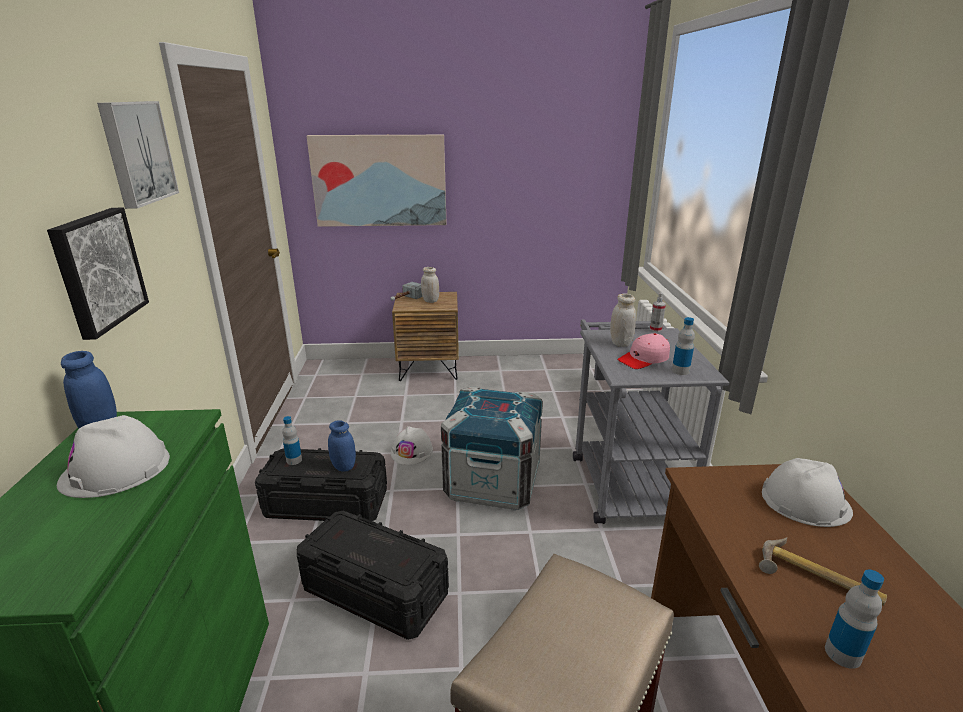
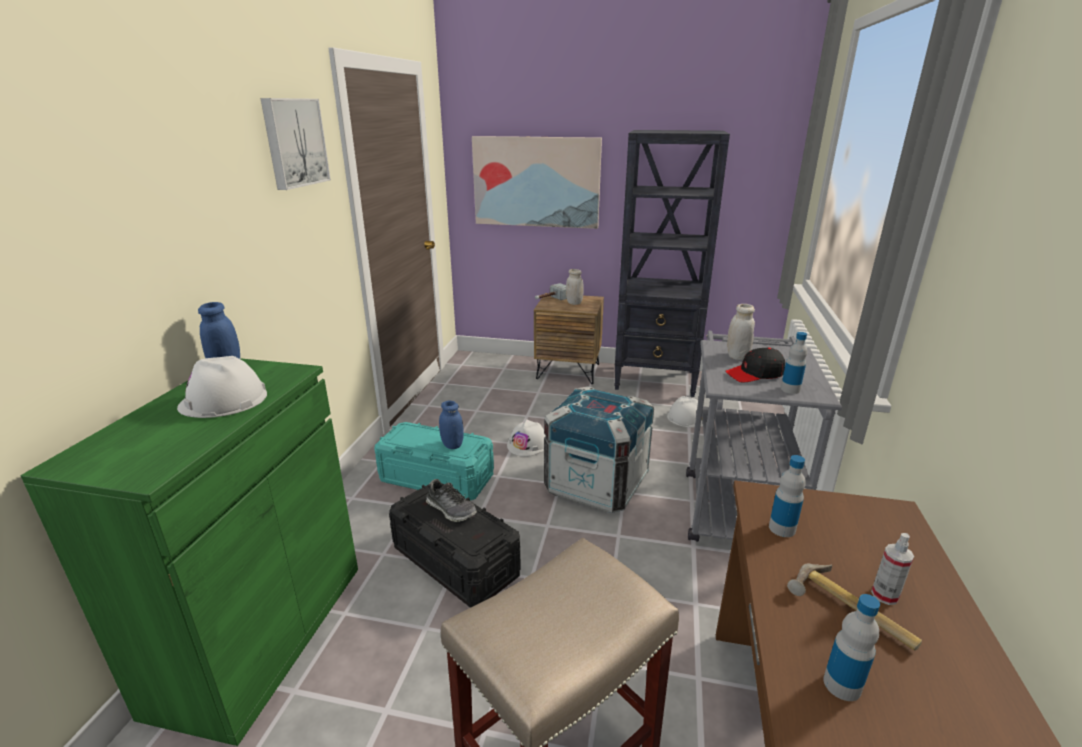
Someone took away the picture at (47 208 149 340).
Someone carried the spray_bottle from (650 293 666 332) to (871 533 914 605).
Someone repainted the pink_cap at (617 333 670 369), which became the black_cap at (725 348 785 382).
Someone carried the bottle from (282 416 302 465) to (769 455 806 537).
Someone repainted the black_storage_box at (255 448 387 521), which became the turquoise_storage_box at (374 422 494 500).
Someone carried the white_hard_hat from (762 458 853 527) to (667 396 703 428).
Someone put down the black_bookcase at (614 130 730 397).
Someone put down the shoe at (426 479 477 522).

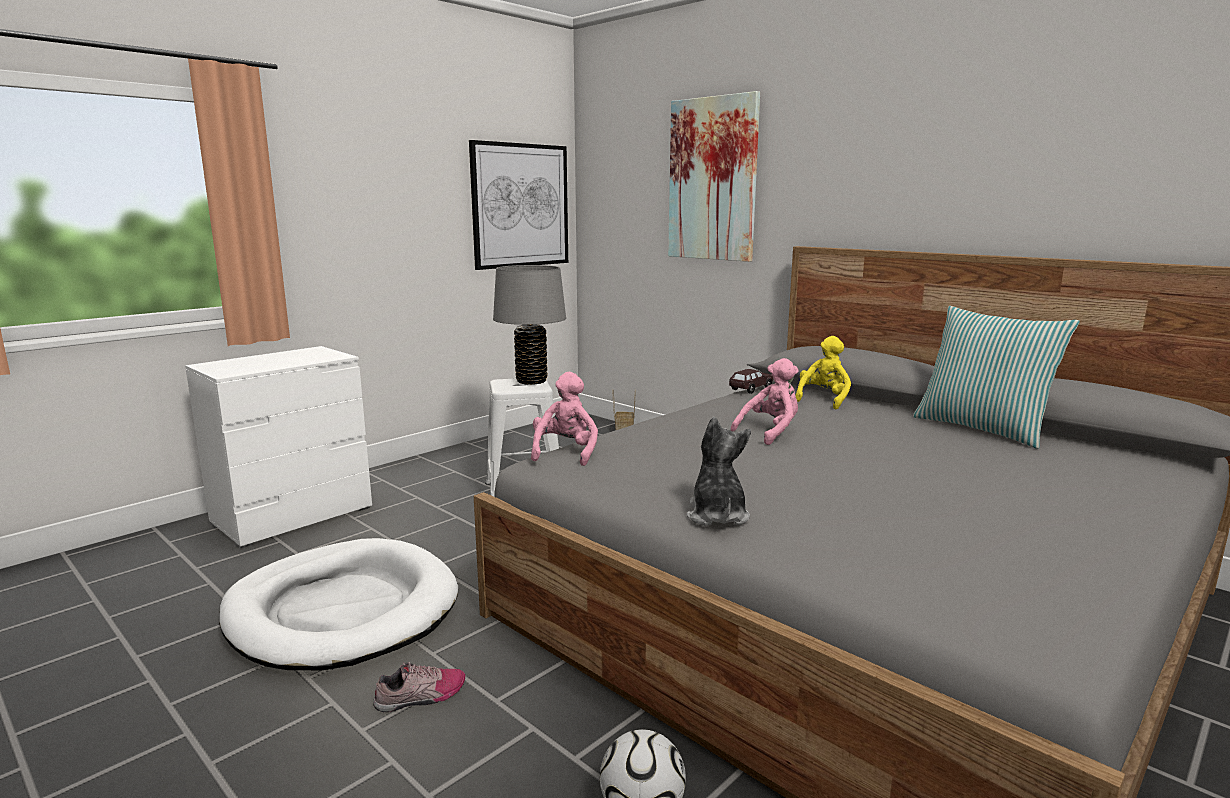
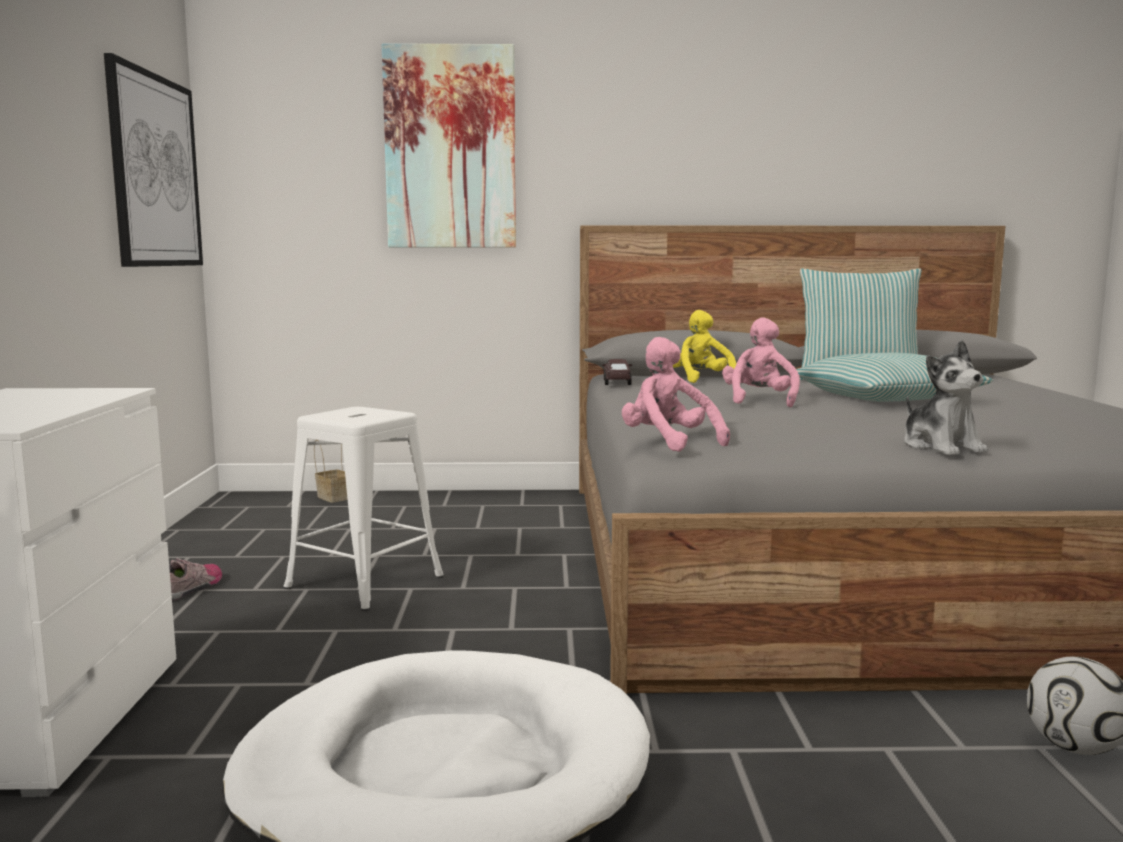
Someone took away the grey_table_lamp at (493 265 566 385).
Someone rotated the plush_toy at (686 417 751 526) by 150 degrees counterclockwise.
Someone carried the shoe from (373 662 465 712) to (169 558 222 601).
Someone put down the pillow at (796 353 993 402).

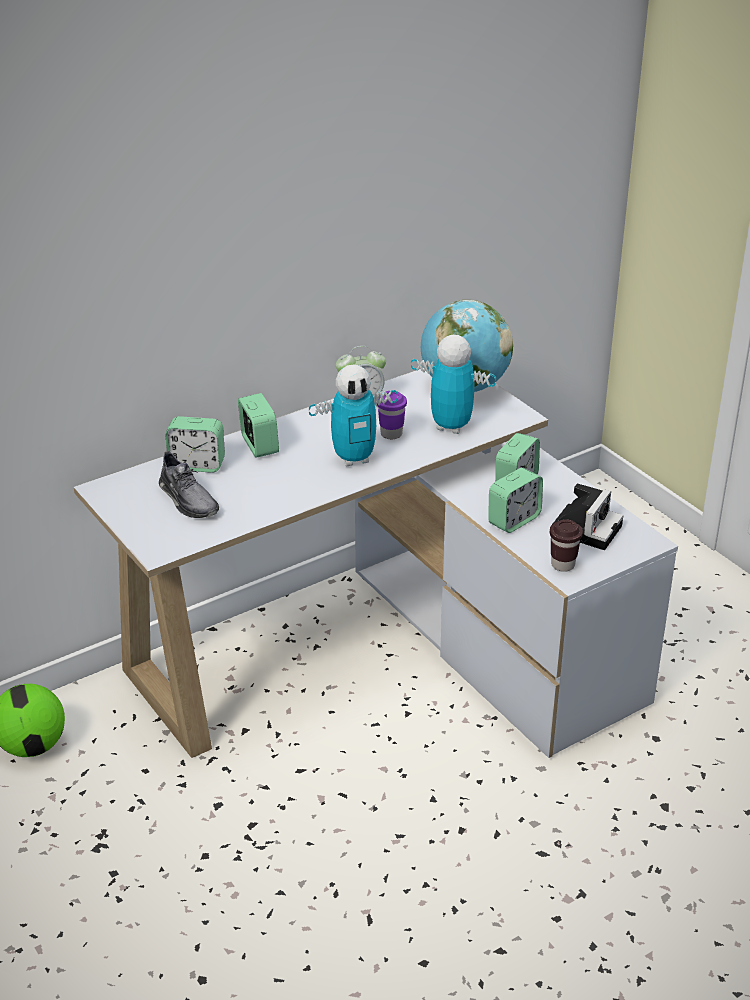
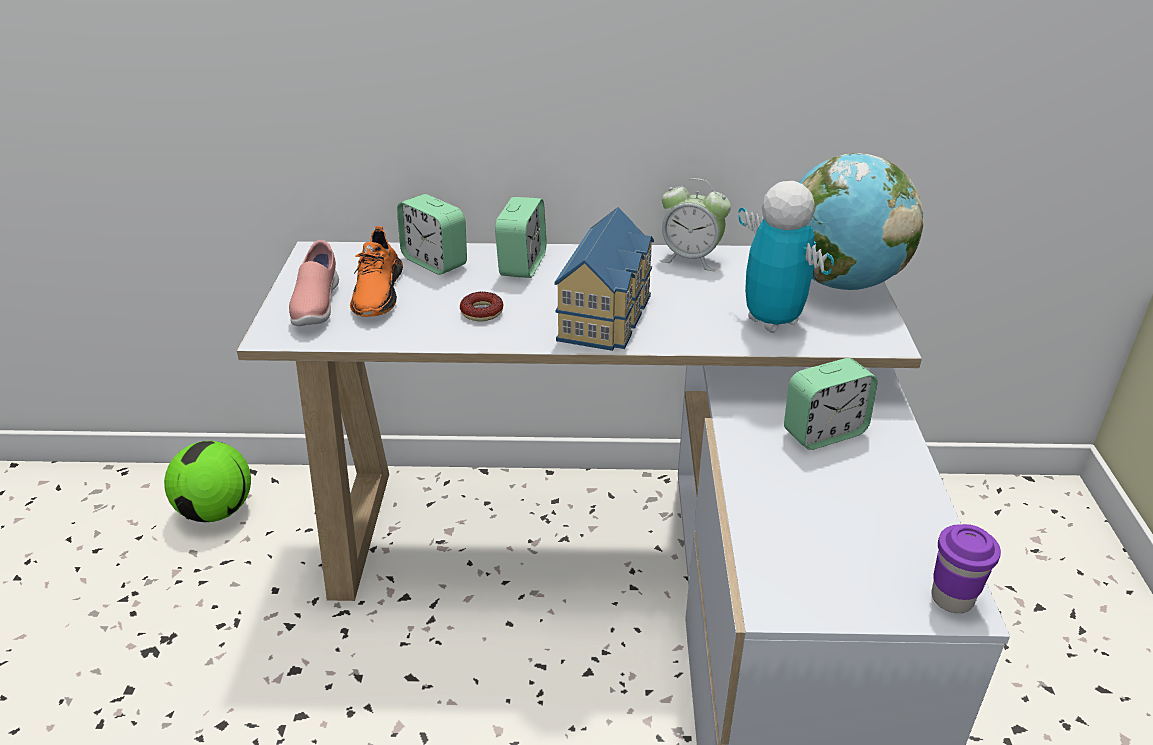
Someone swapped the toy_robot at (309 365 398 466) for the toy_house at (554 207 654 351).
Someone carried the purple_cup from (377 391 407 439) to (932 524 1001 613).
Someone repainted the grey_shoe at (159 451 219 518), which became the orange_shoe at (350 226 403 317).
Someone took away the alarm_clock at (488 468 543 533).
Someone took away the photo_camera at (550 483 623 550).
Someone took away the brown_cup at (550 519 583 572).
Someone put down the pink_shoe at (289 240 339 326).
Someone put down the donut at (460 292 504 321).

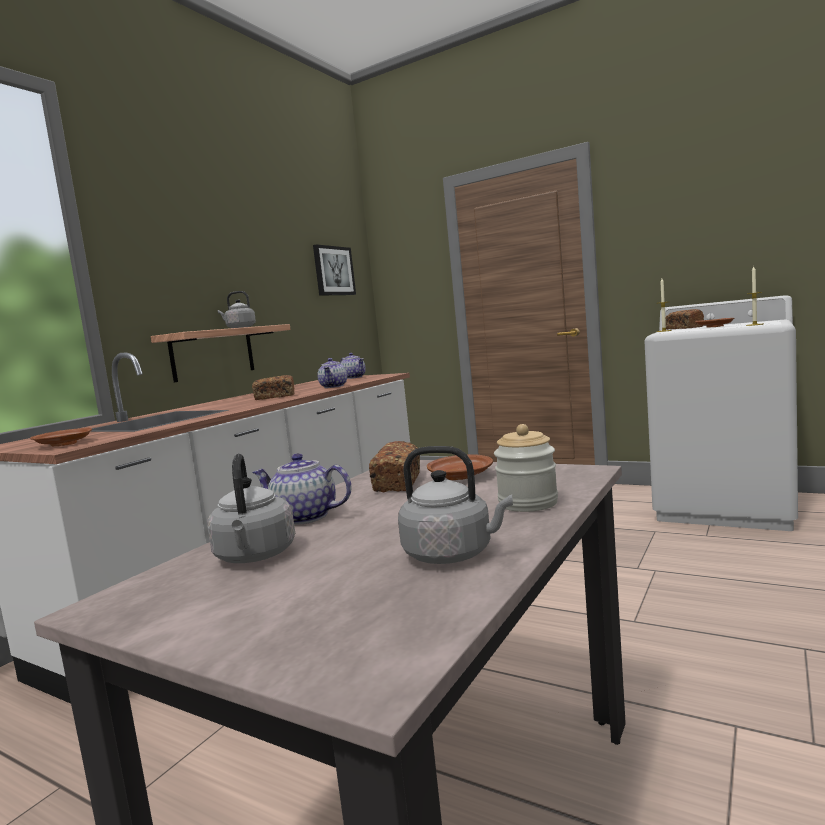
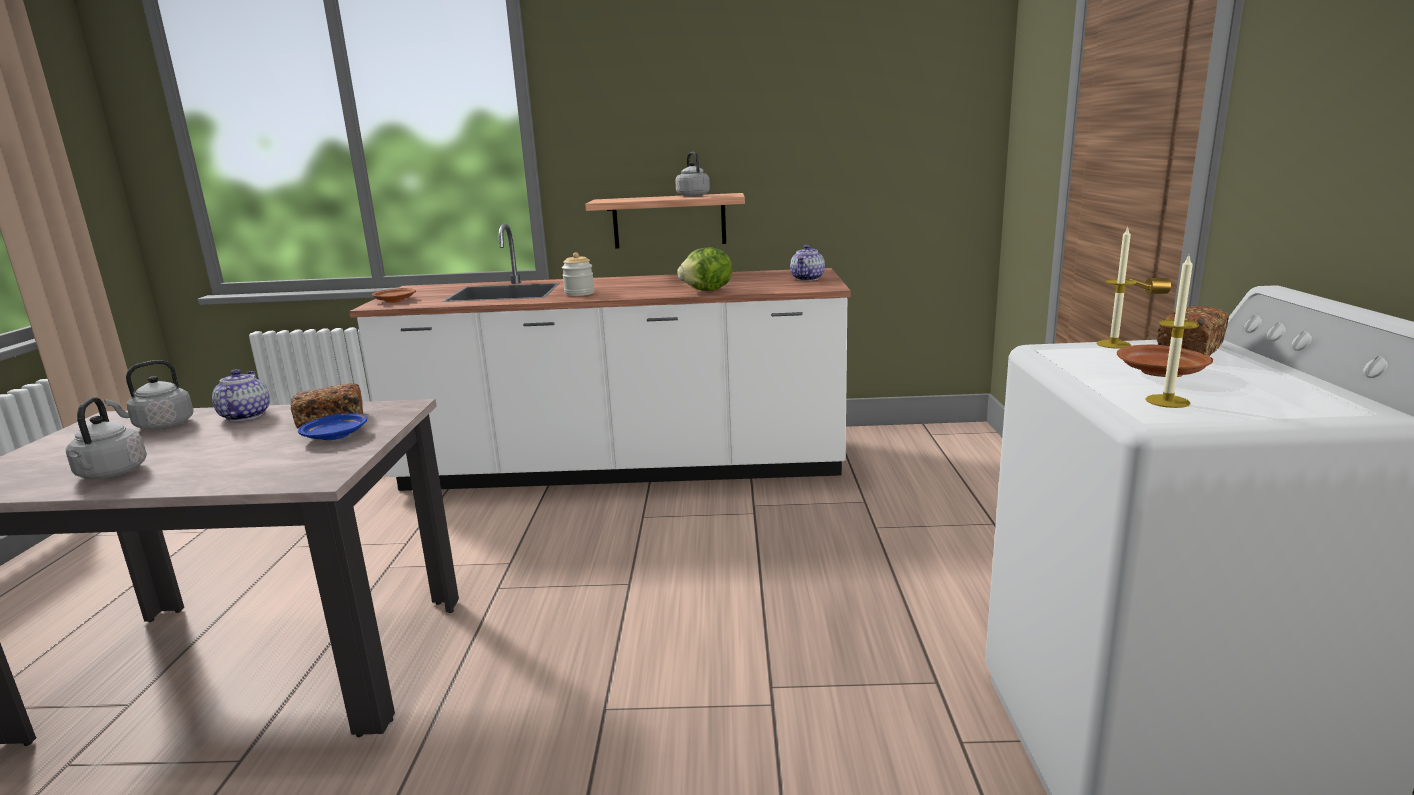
Someone took away the picture at (313 244 356 296).
Someone swapped the teapot at (317 358 347 388) for the lettuce at (677 248 732 291).
Someone took away the bread at (252 375 294 400).
Someone carried the jar from (494 424 558 512) to (562 253 594 296).
Someone repainted the brown_plate at (427 454 493 480), which became the blue_plate at (298 413 367 440).

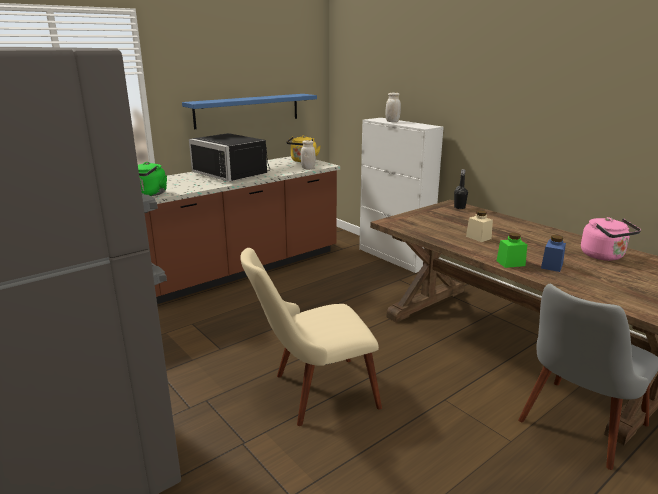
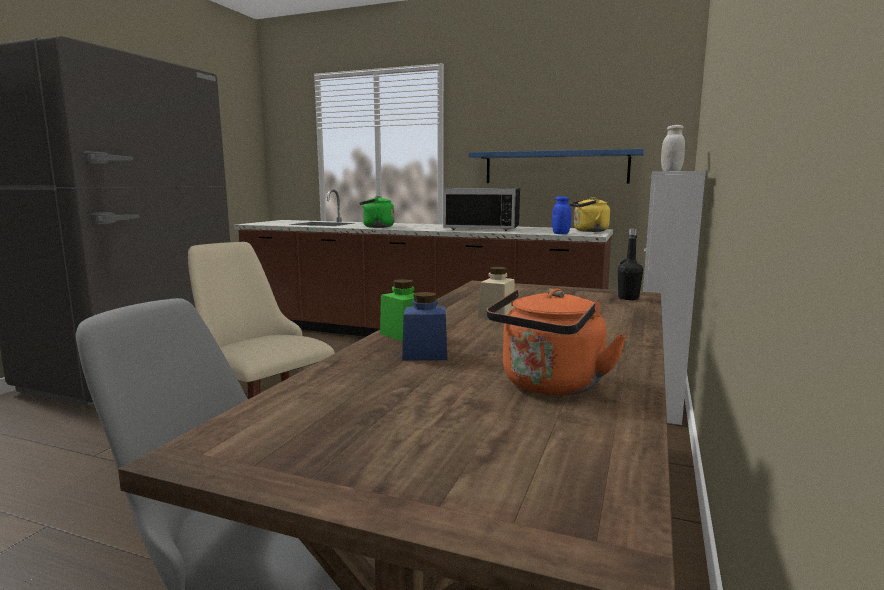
Someone rotated the black_microwave at (189 133 270 181) by 90 degrees counterclockwise.
Someone repainted the white_jar at (301 140 316 169), which became the blue_jar at (552 196 571 234).
Someone repainted the pink_kettle at (581 217 641 261), which became the orange_kettle at (486 288 626 396).

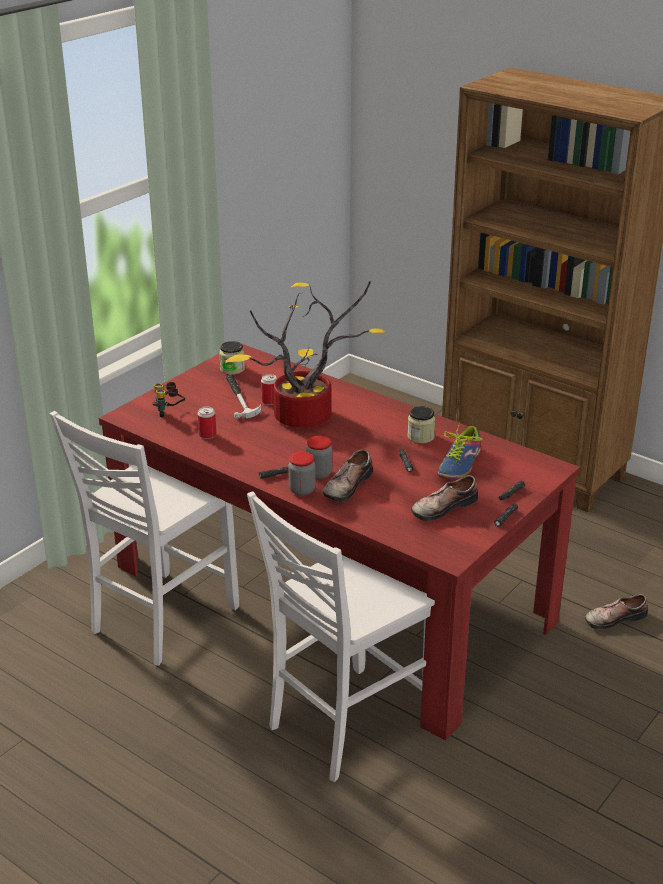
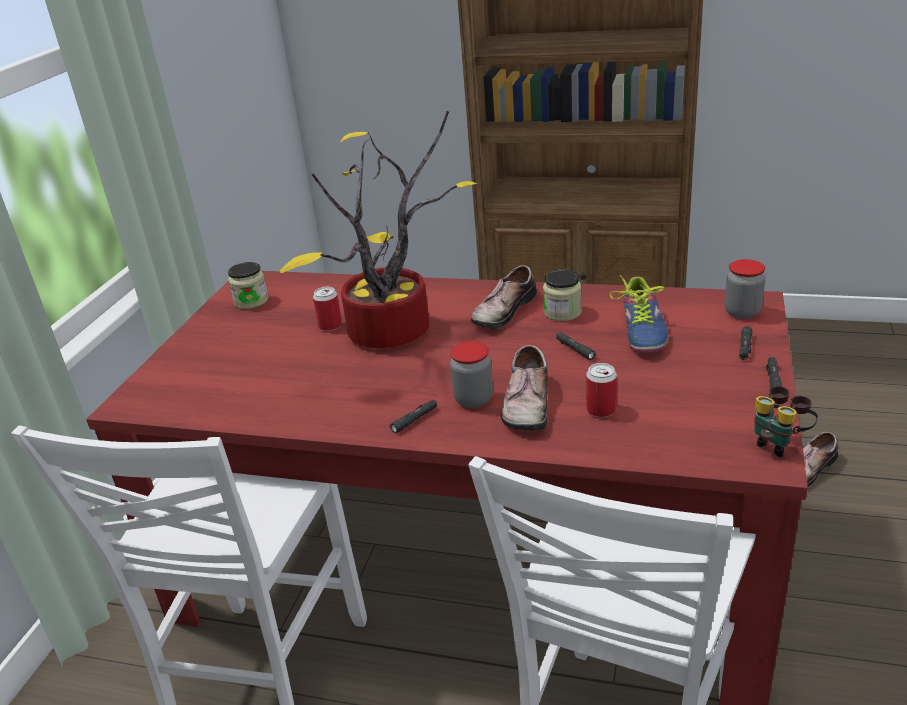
Someone took away the hammer at (226 375 261 419).
Someone carried the binoculars from (152 382 185 418) to (754 386 818 457).
Someone carried the can from (197 407 216 439) to (586 363 617 417).
Someone carried the jar from (288 452 316 496) to (725 259 765 319).
Someone carried the shoe from (412 475 478 521) to (471 265 537 329).

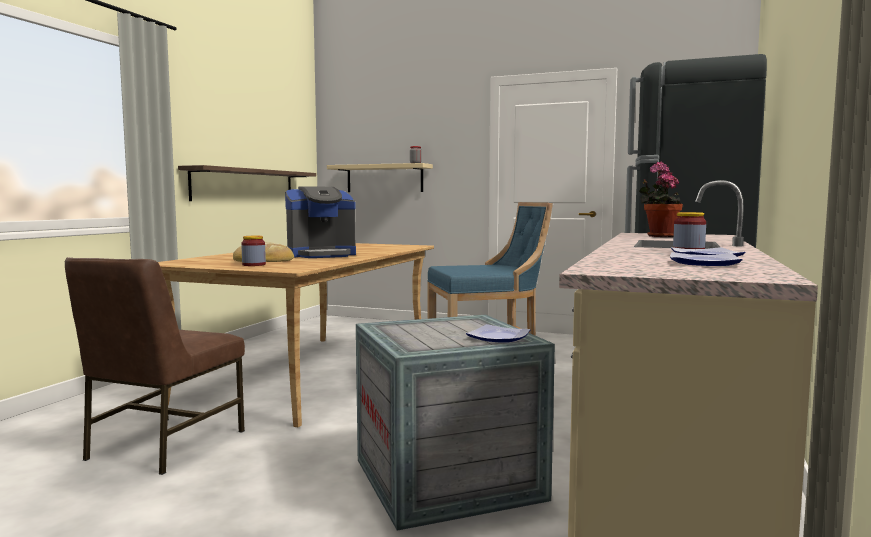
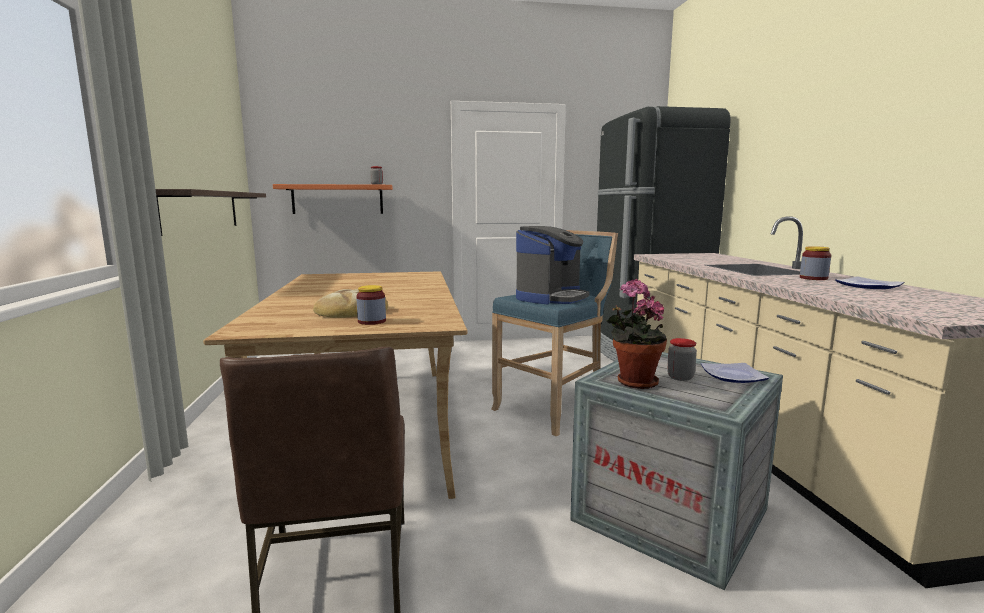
Someone carried the potted_plant from (639 162 683 237) to (605 279 667 389).
Someone repainted the beige_shelf at (327 163 433 192), which became the orange_shelf at (273 184 393 214).
Someone carried the coffee_machine from (285 186 356 258) to (516 226 589 304).
Someone took away the plate at (670 252 742 266).
Someone put down the jar at (667 338 697 381).

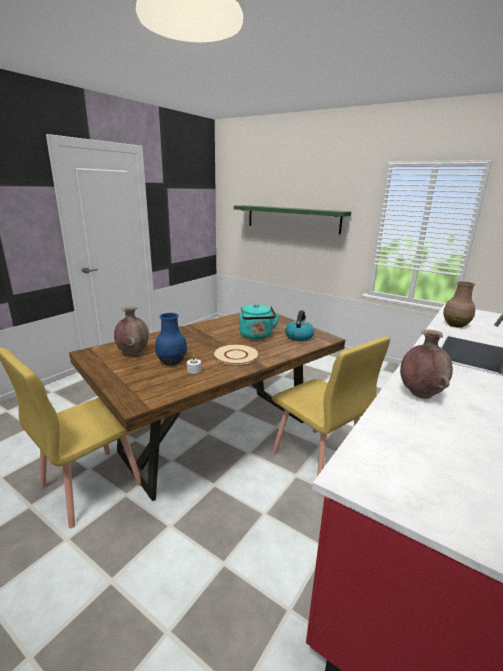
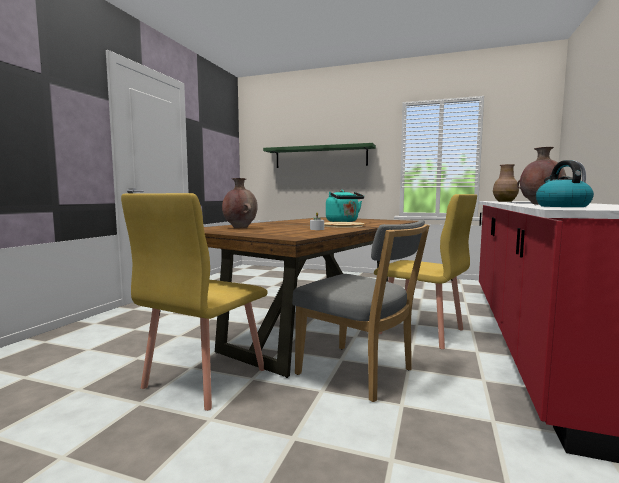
Someone carried the kettle from (285 310 314 341) to (536 160 594 207).
Someone took away the blue_vase at (155 313 187 365).
Someone put down the grey_chair at (292 220 430 402).

